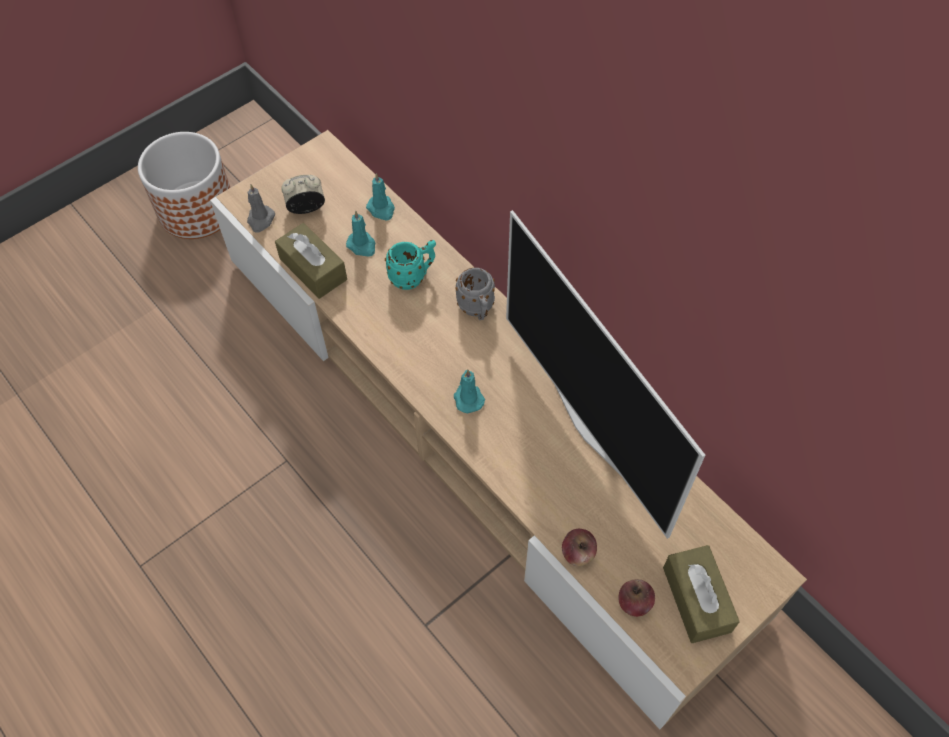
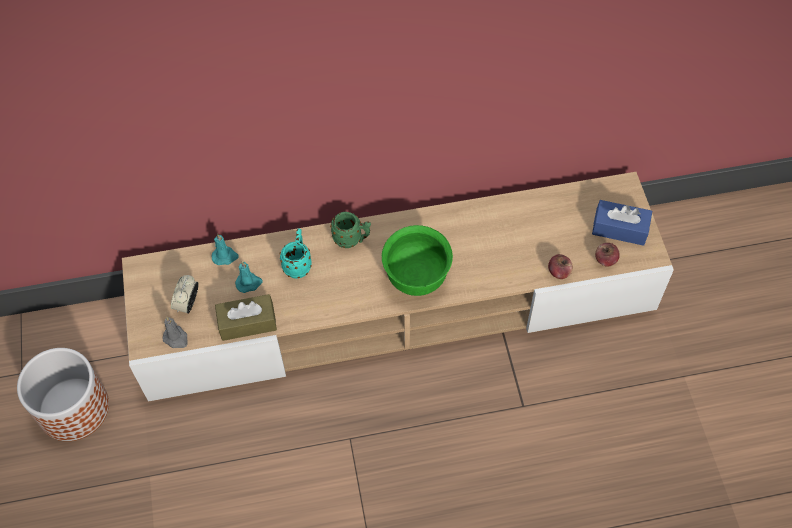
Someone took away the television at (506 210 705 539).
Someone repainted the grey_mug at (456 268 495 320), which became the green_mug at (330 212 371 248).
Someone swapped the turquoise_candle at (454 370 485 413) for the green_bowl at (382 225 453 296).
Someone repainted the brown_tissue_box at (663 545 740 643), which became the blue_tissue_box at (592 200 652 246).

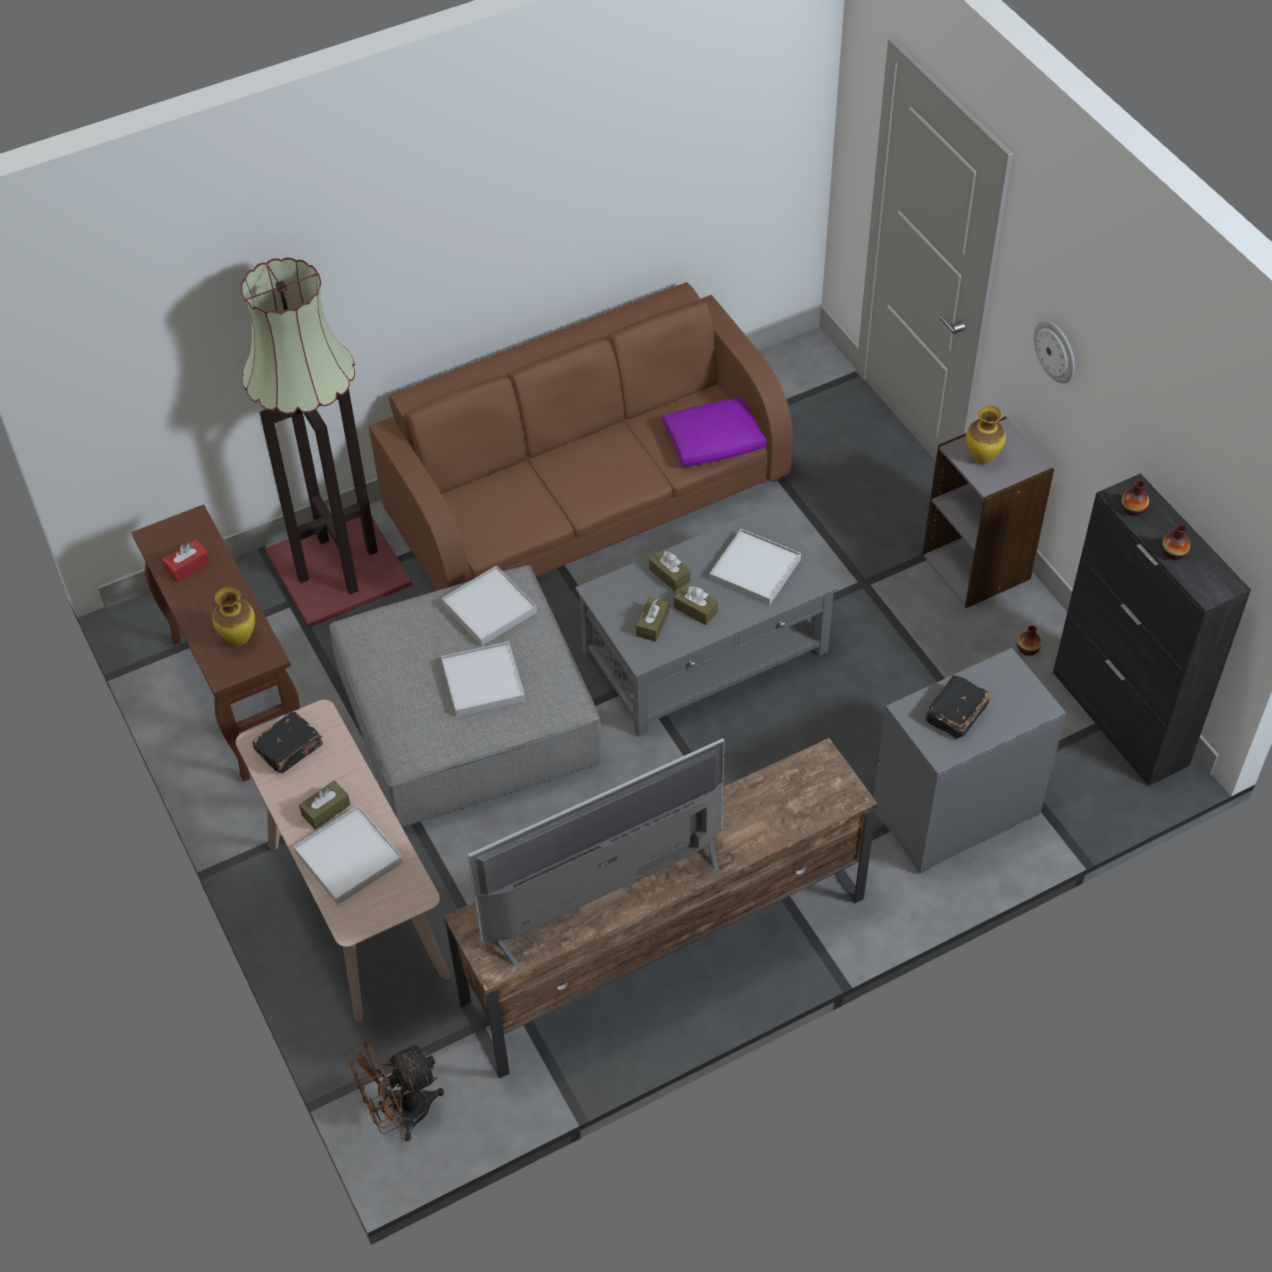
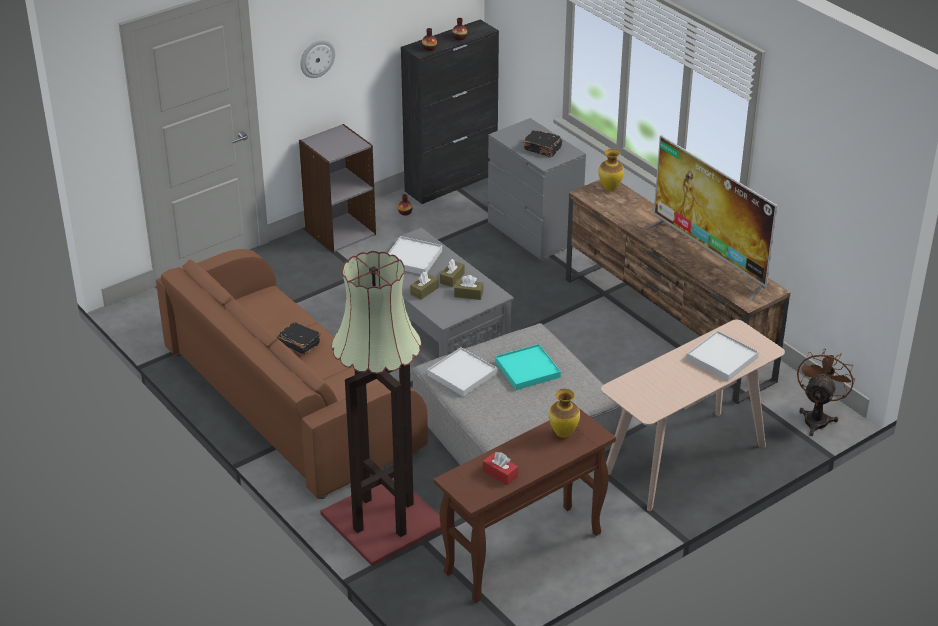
Someone took away the purple_pillow at (662 397 767 467).
Someone carried the vase from (966 406 1006 464) to (598 149 624 191).
Someone repainted the white_tray at (441 641 525 717), which became the turquoise_tray at (495 344 561 390).
Someone carried the black_book from (252 712 323 773) to (277 322 321 354).
Someone took away the brown_tissue_box at (299 780 350 829).
Someone rotated the brown_fan at (346 1041 444 1141) by 120 degrees counterclockwise.

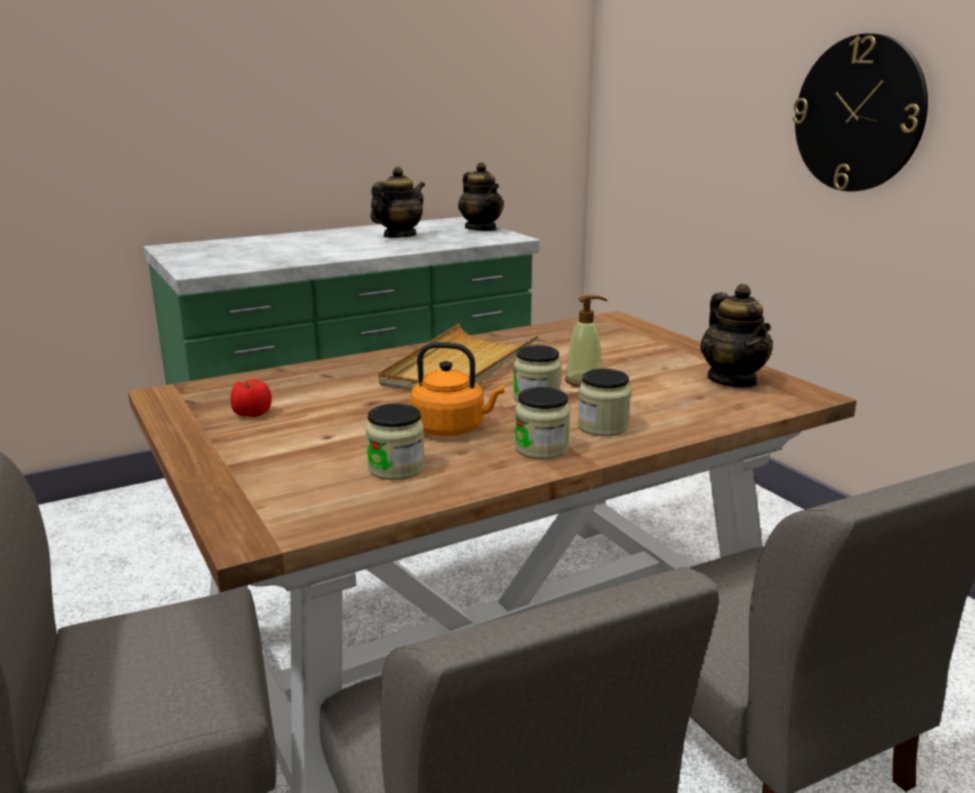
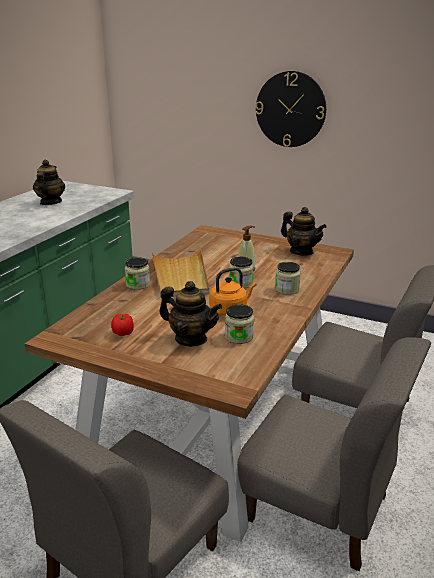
Someone carried the teapot from (458 162 504 231) to (159 281 223 346).
Someone carried the jar from (515 387 570 459) to (125 257 150 290).

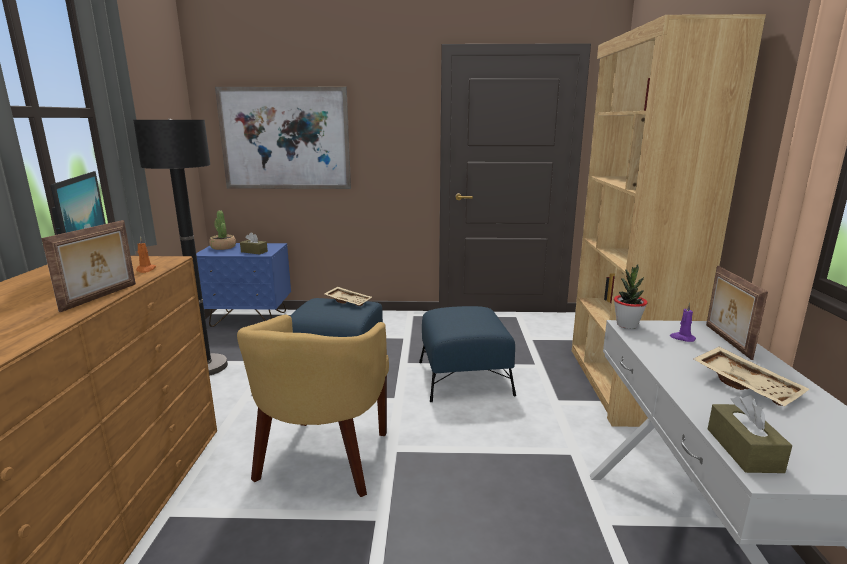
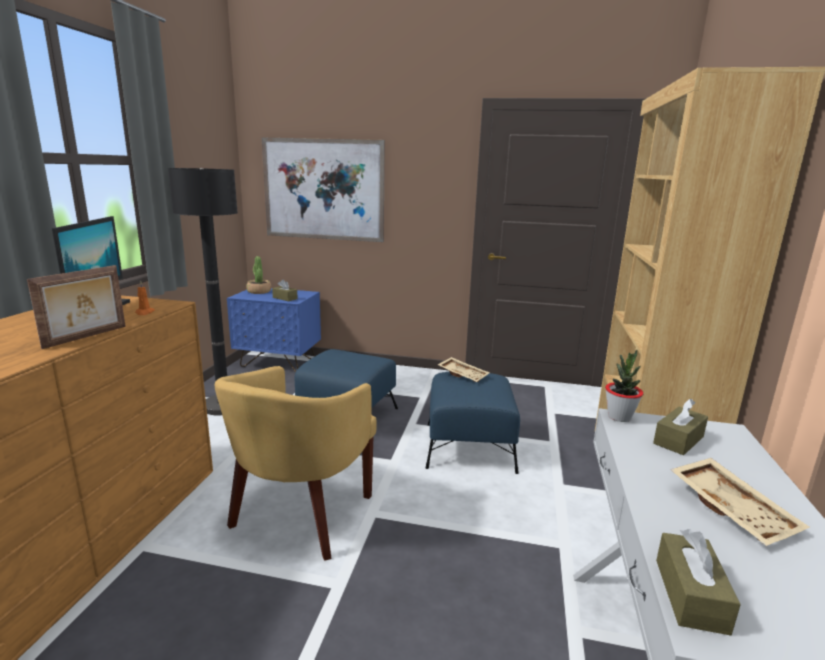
Someone took away the picture_frame at (706 266 768 360).
Someone carried the beige_tray from (324 287 372 306) to (438 357 489 382).
Someone swapped the purple_candle at (670 303 696 342) for the brown_tissue_box at (653 399 708 455).

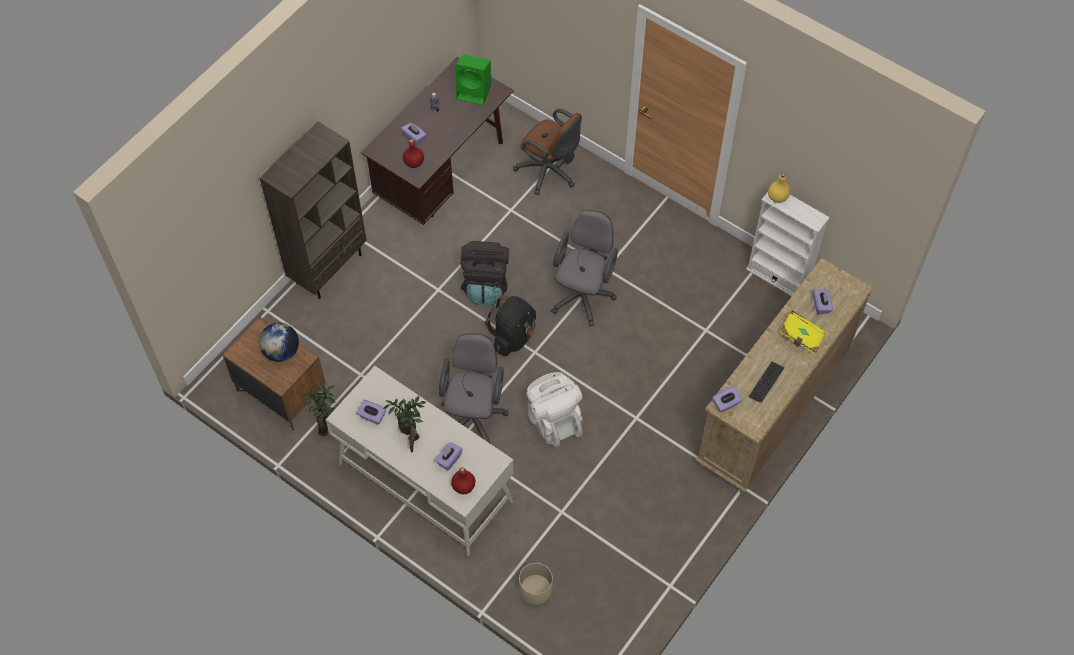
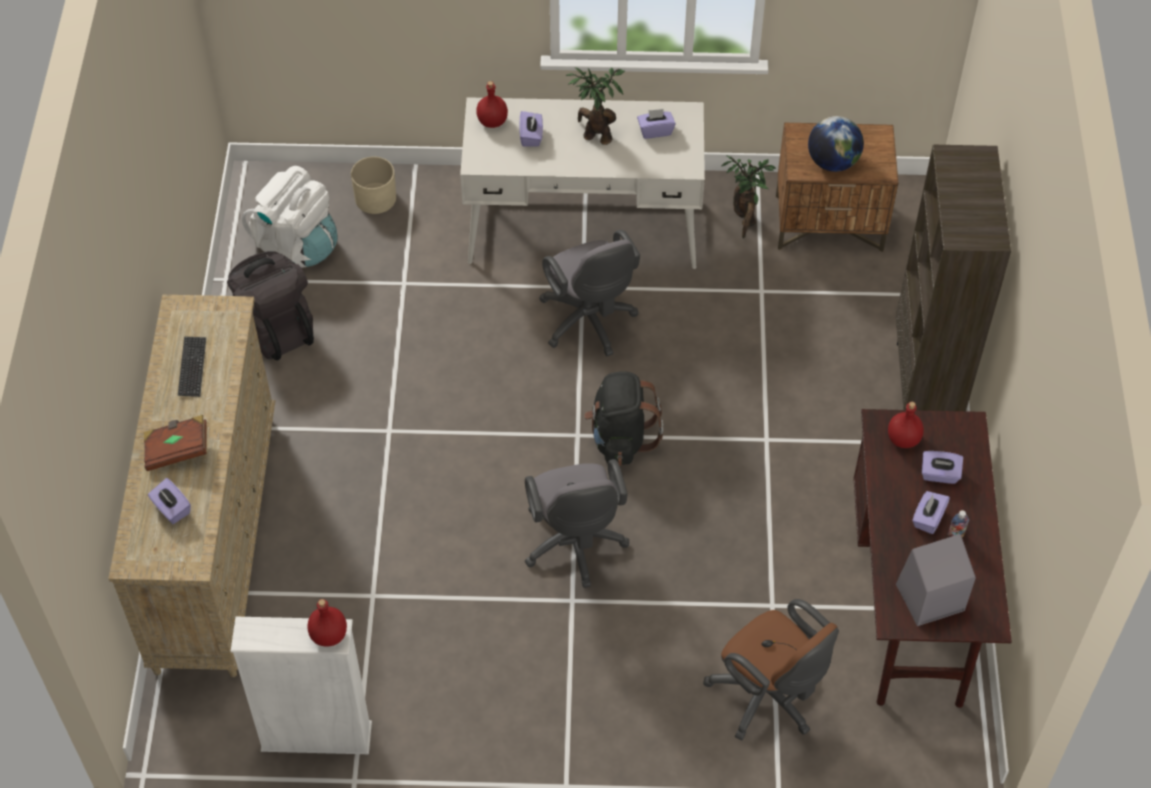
Someone repainted the green_speaker at (456 54 492 105), which became the grey_speaker at (896 534 976 626).
Someone rotated the brown_office_chair at (513 109 582 195) by 135 degrees counterclockwise.
Someone repainted the yellow_bottle at (768 173 790 203), which became the red_bottle at (307 599 347 647).
Someone carried the black_backpack from (460 241 509 305) to (227 251 314 361).
Someone repainted the yellow_book at (780 310 826 354), which became the brown_book at (144 415 207 471).
Someone carried the white_backpack from (526 372 583 447) to (242 166 338 268).
Someone carried the purple_tissue_box from (712 386 742 412) to (912 491 950 534).

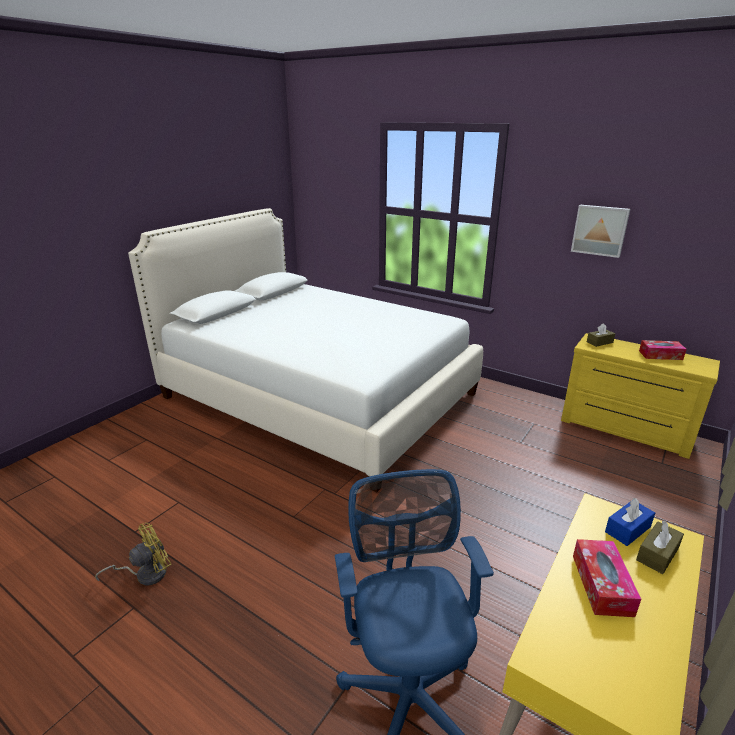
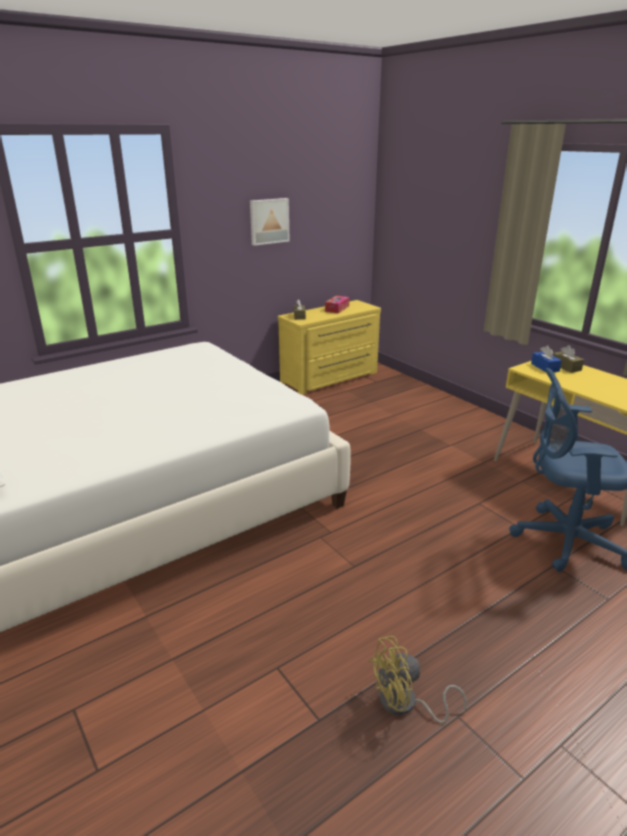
Someone rotated the yellow_fan at (95 523 172 585) by 90 degrees counterclockwise.
Someone took away the tissue_box at (573 539 641 617).

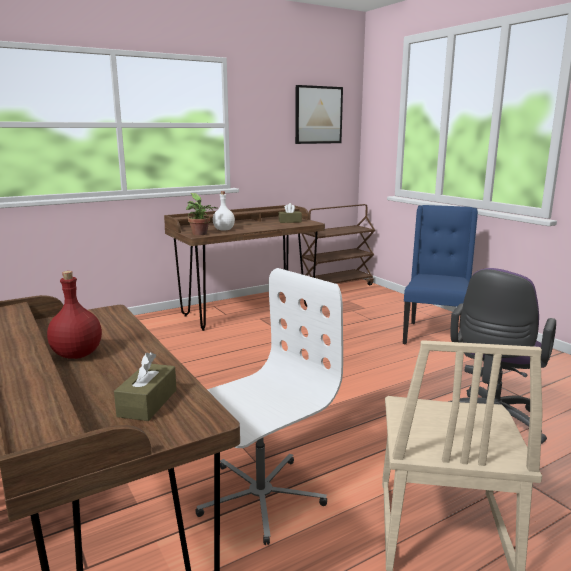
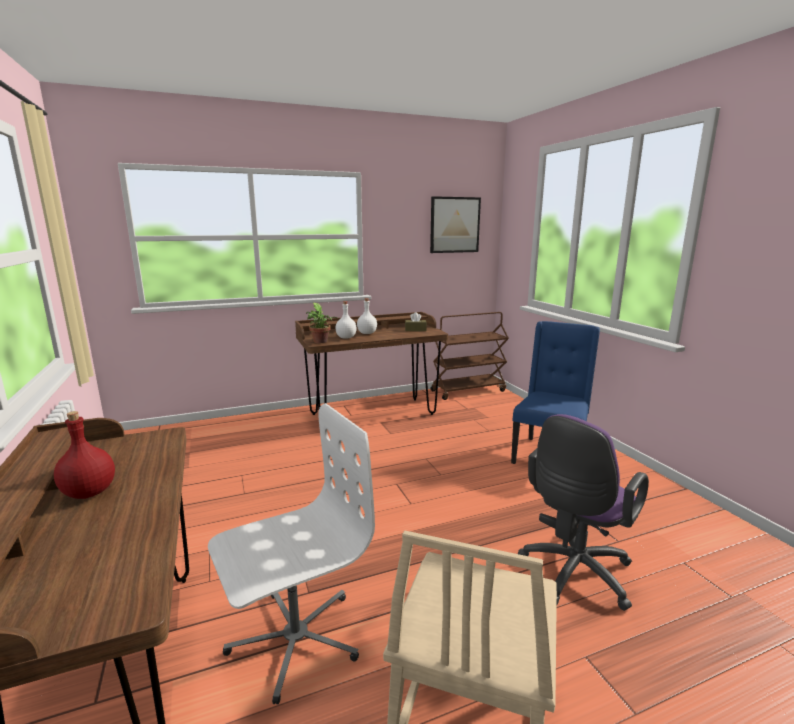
Someone took away the brown_tissue_box at (114 352 177 421).
Someone put down the white_bottle at (357 298 377 334).

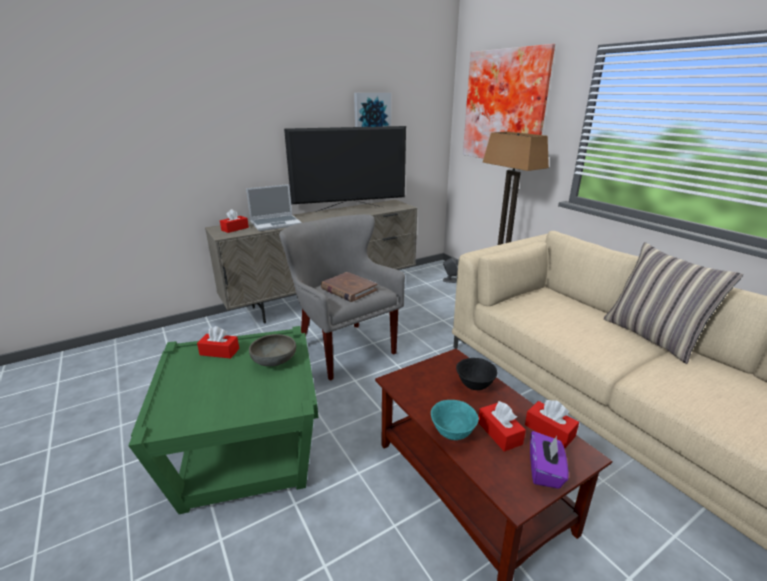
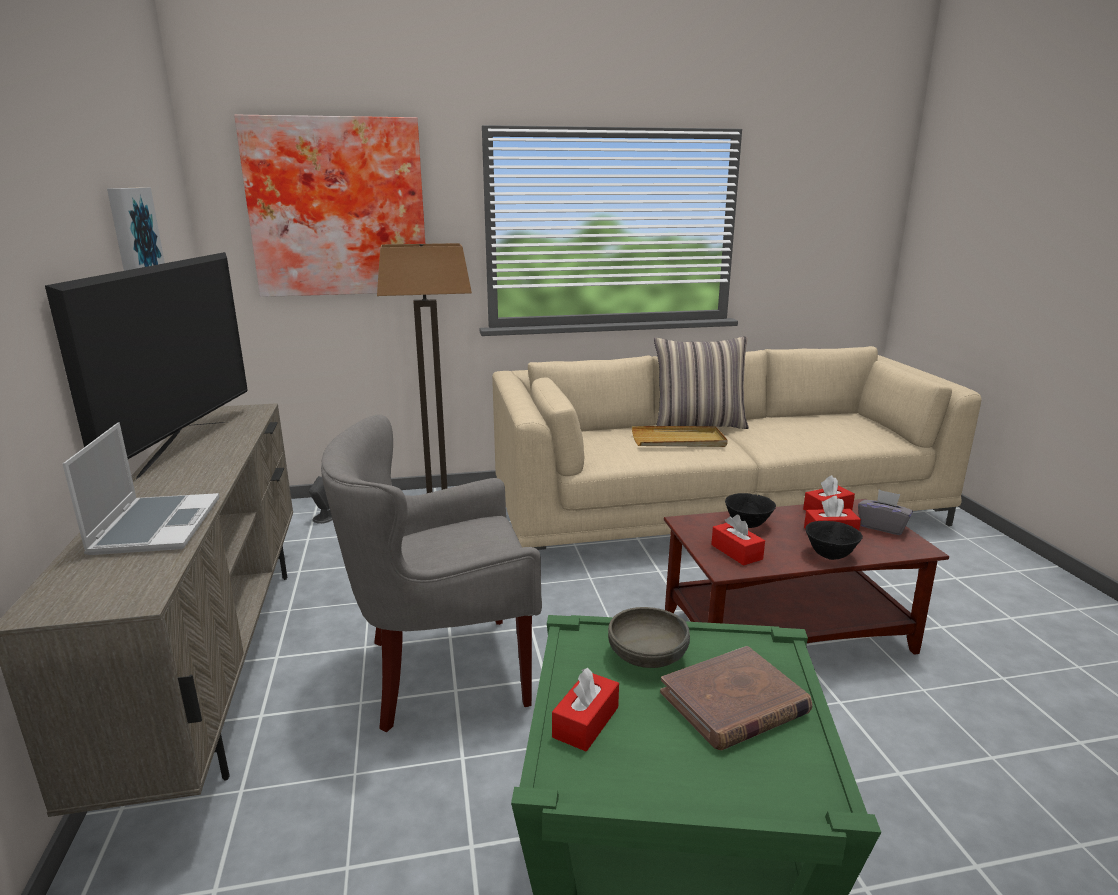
Someone carried the red_tissue_box from (220 209 249 233) to (711 515 765 566).
Someone carried the brown_book from (321 272 378 302) to (660 646 813 750).
Someone repainted the turquoise_bowl at (431 400 479 440), which became the black_bowl at (805 521 863 560).
Someone repainted the purple_tissue_box at (530 431 568 489), which became the grey_tissue_box at (858 490 913 535).
Someone put down the beige_tray at (632 426 728 447).

